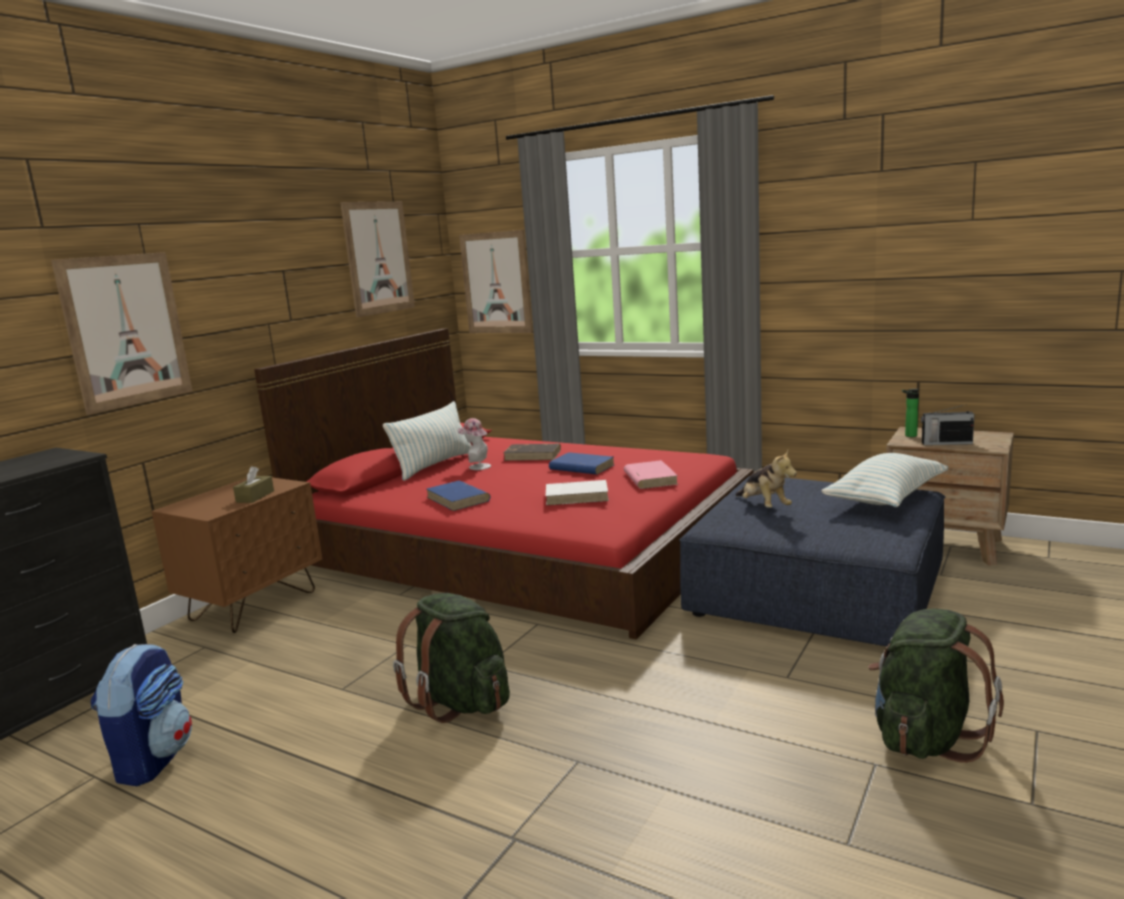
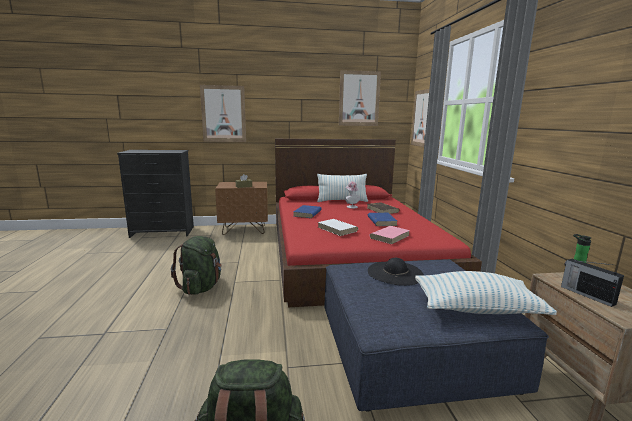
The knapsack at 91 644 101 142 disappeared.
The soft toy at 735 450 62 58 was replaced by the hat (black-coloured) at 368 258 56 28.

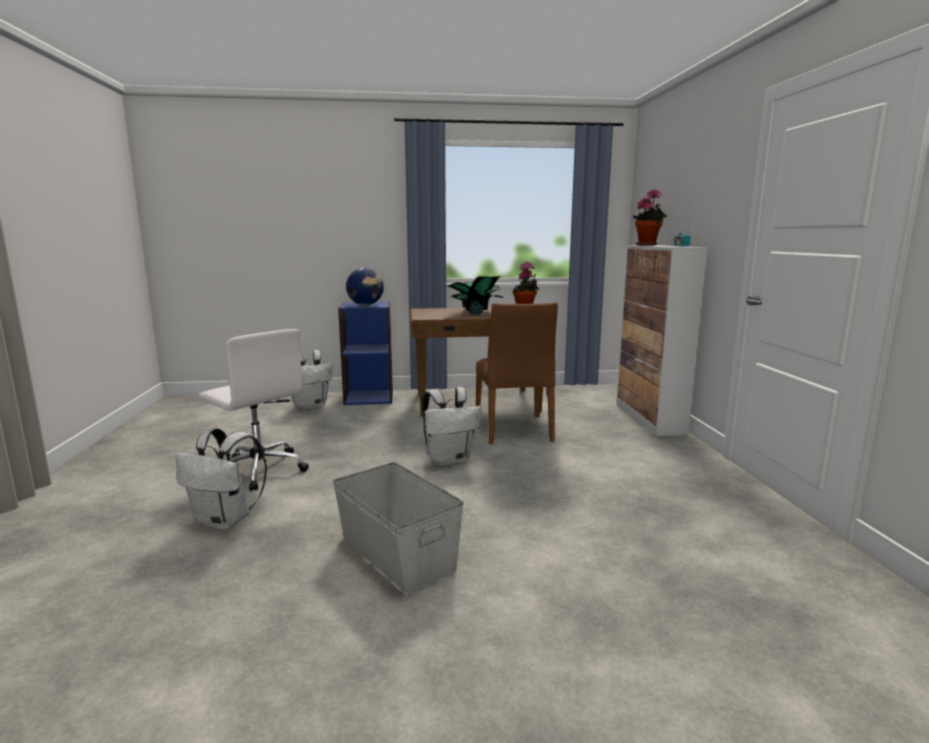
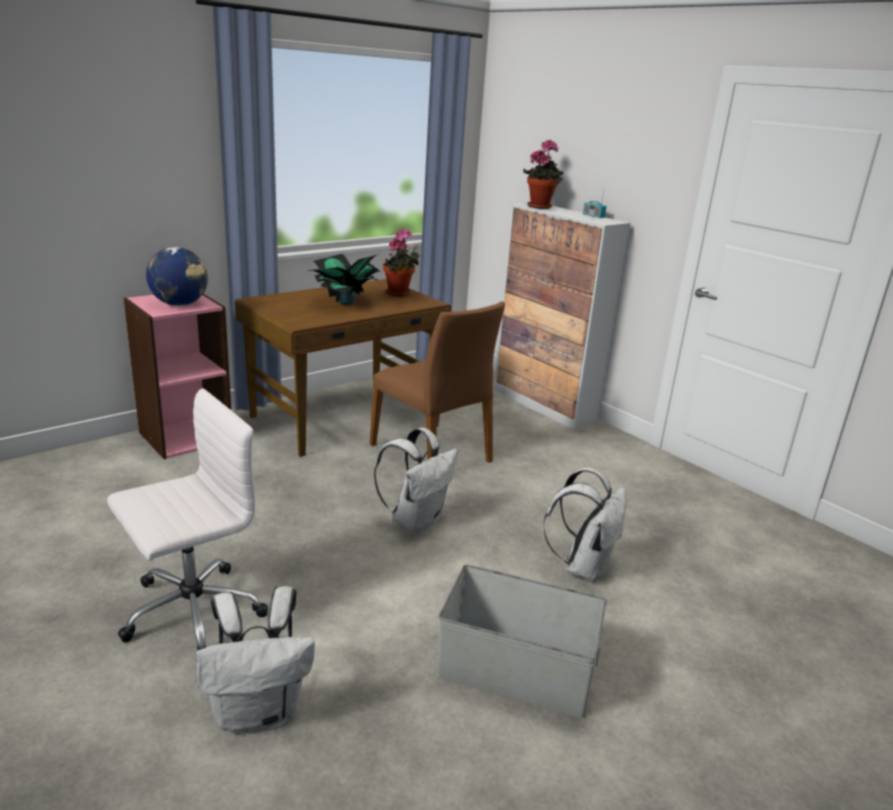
The knapsack (white) moved from 292 350 41 60 to 543 467 83 115.
The bookcase (bluish) at 338 302 55 103 became the bookcase (pink-coloured) at 124 294 107 165.
The desk chair (white) at 198 329 111 162 turned 45 degrees counterclockwise.

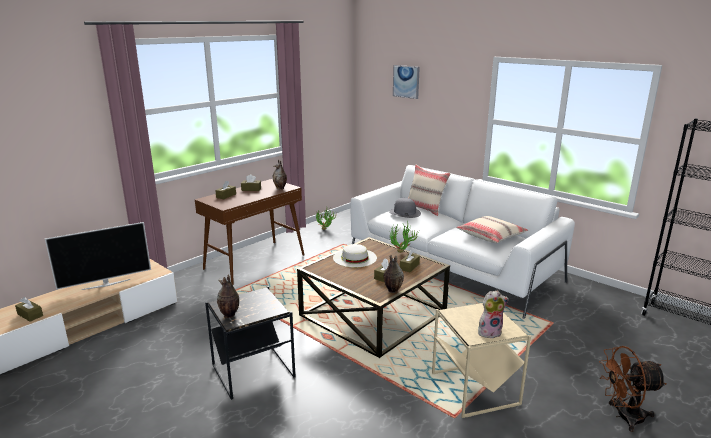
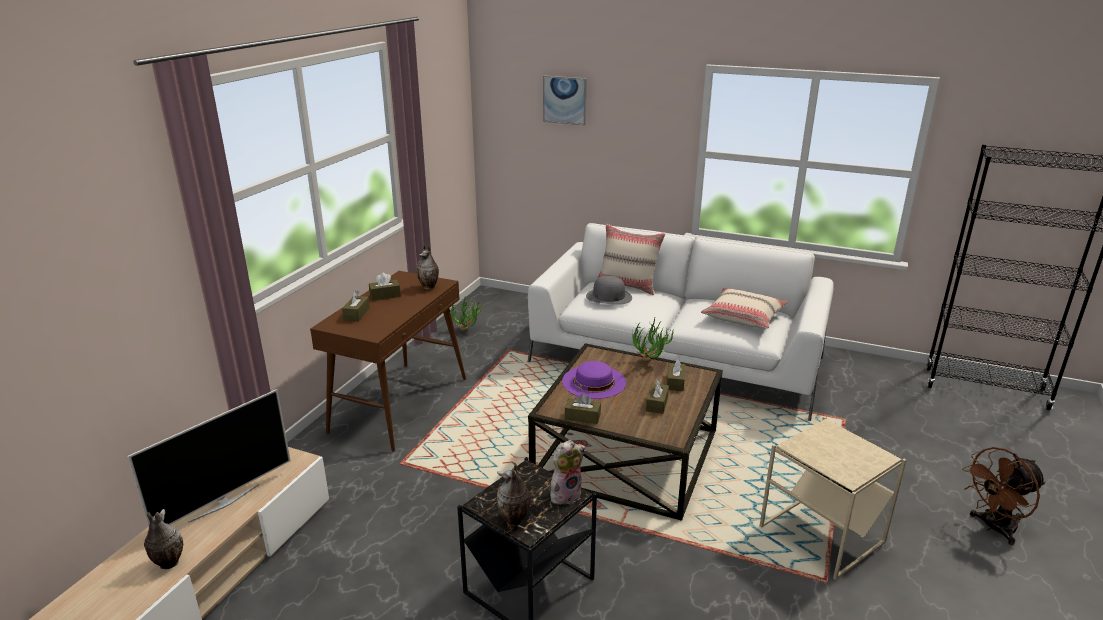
The tissue box (brownish) moved from 15 297 28 25 to 565 394 36 30.
The vase moved from 384 255 20 38 to 144 509 39 60.
The soft toy moved from 478 290 31 49 to 550 440 36 65.
The hat (white) at 333 244 44 24 became the hat (purplish) at 562 361 64 38.

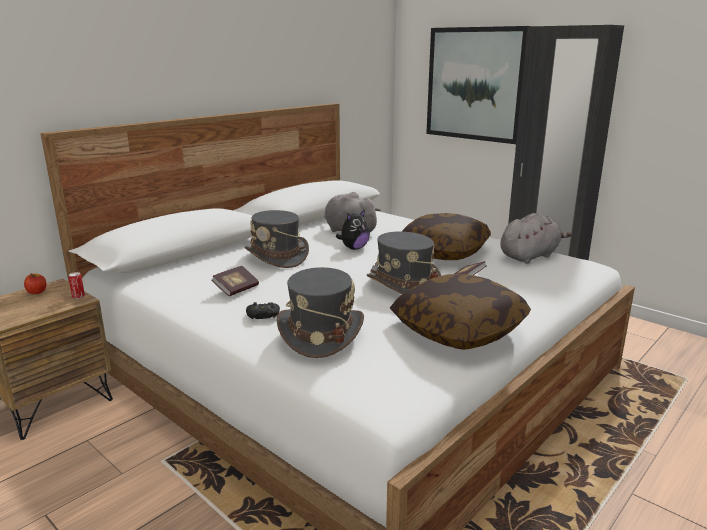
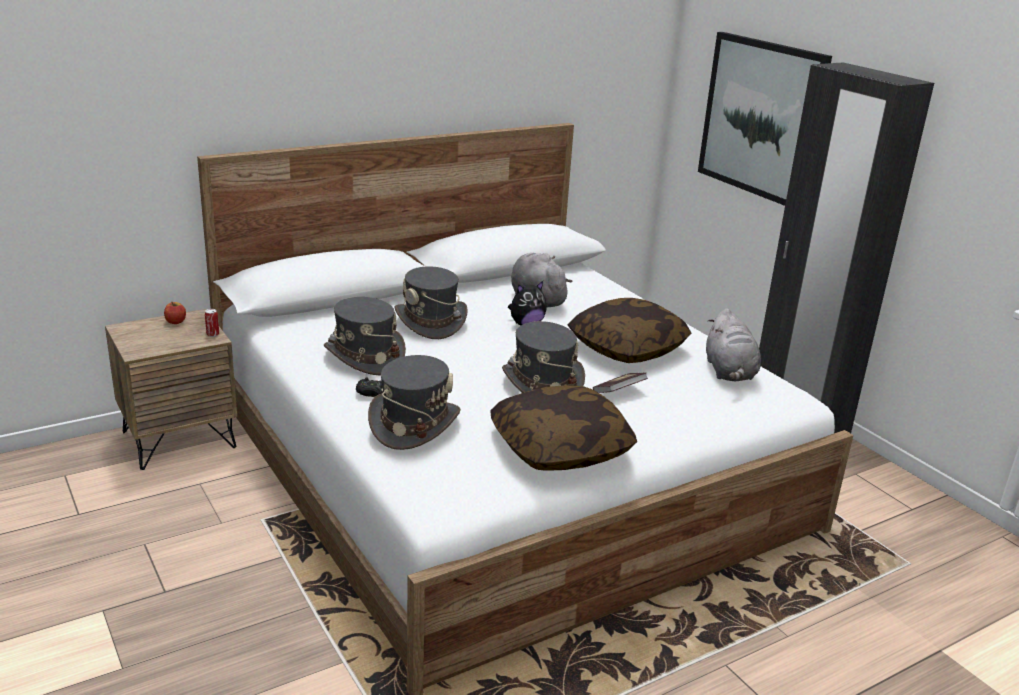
The bound book at 211 266 48 30 was replaced by the hat (gray) at 324 297 82 78.
The soft toy (gray) at 500 213 72 51 turned 105 degrees clockwise.

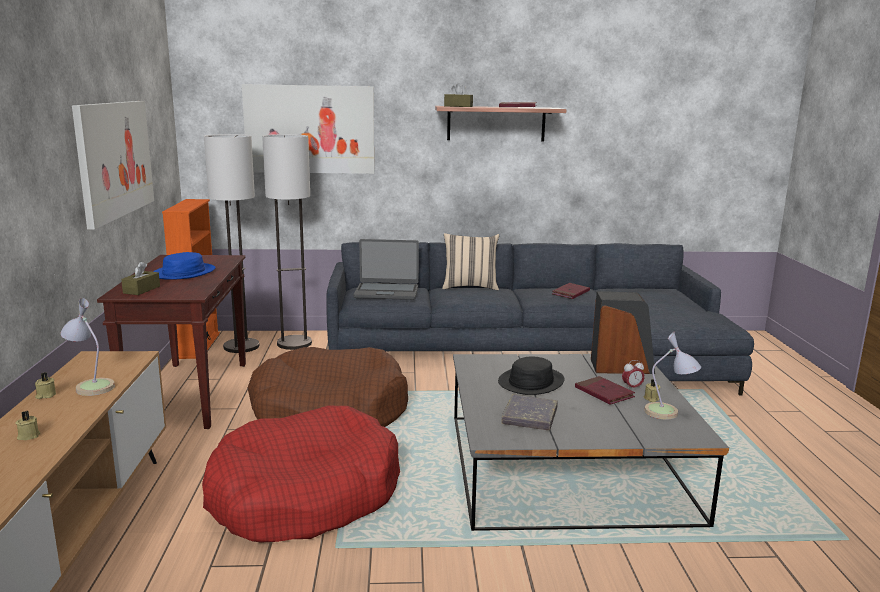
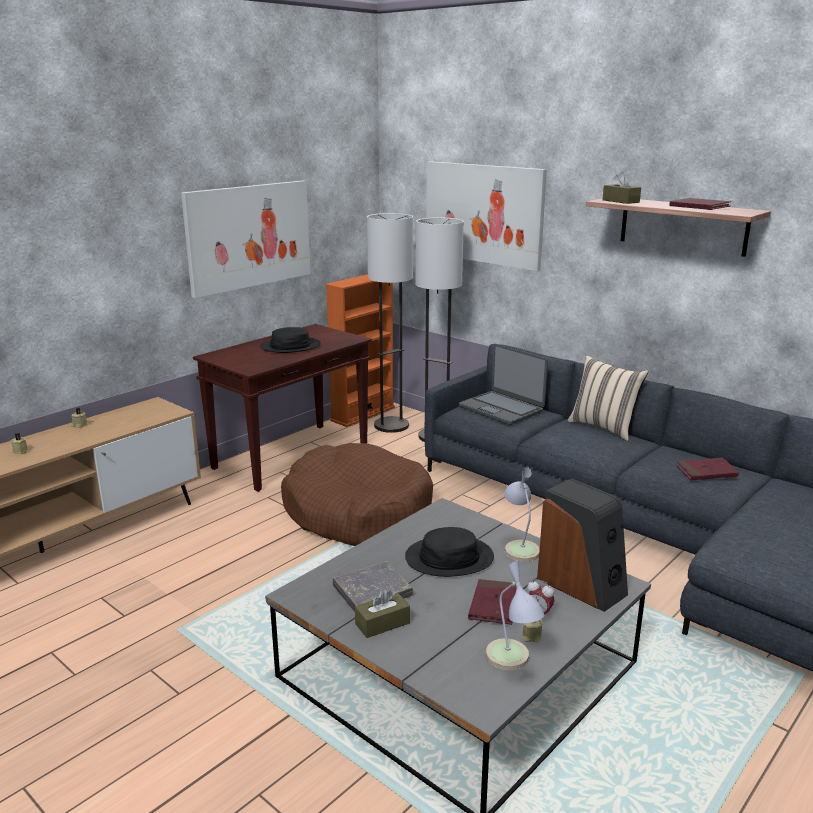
The pet bed (reddish) at 202 406 198 137 disappeared.
The tabletop lamp moved from 60 298 55 98 to 504 467 36 95.
The tissue box (brownish) moved from 121 262 39 33 to 355 589 55 49.
The hat (bluish) at 153 252 62 28 became the hat (black-coloured) at 260 327 61 26.

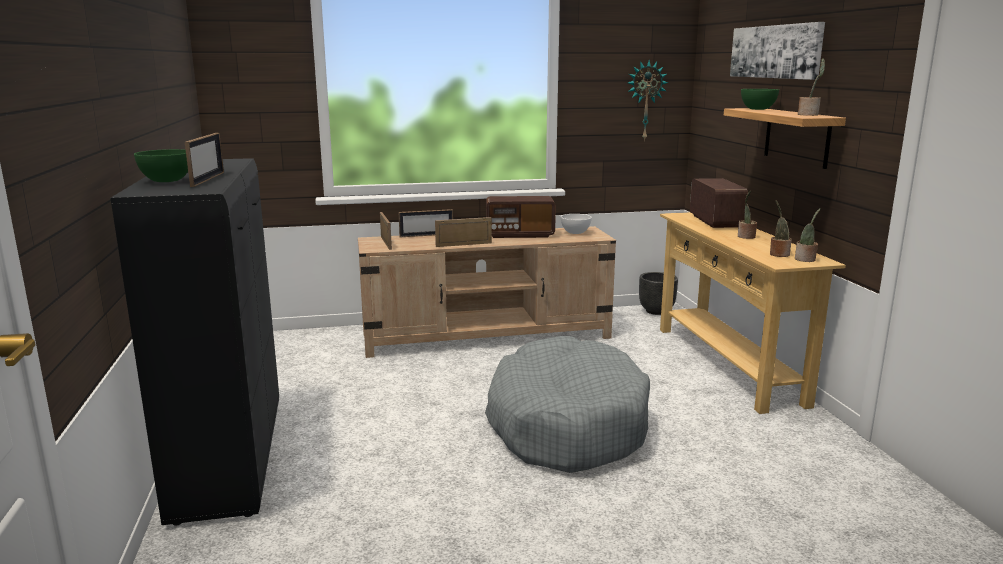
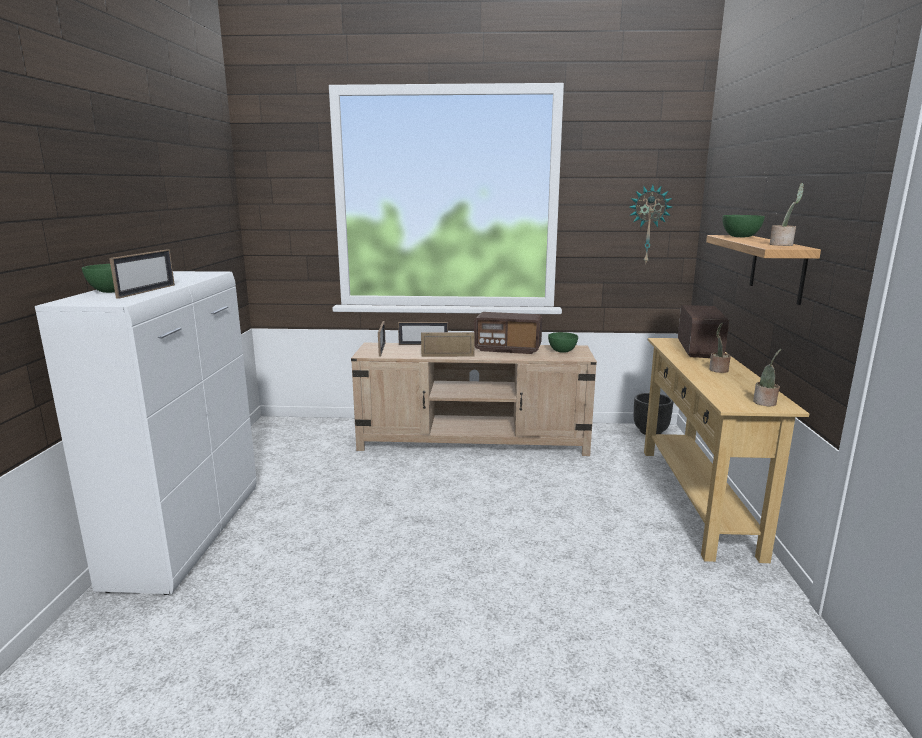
The pet bed (gray) at 485 336 165 137 disappeared.
The wall art at 730 22 95 58 disappeared.
The plant in a pot at 770 201 22 56 disappeared.
The cupboard (black-coloured) at 110 158 169 368 became the cupboard (white) at 35 271 222 324.
The bowl (white) at 561 214 31 20 became the bowl (green) at 548 332 30 21.

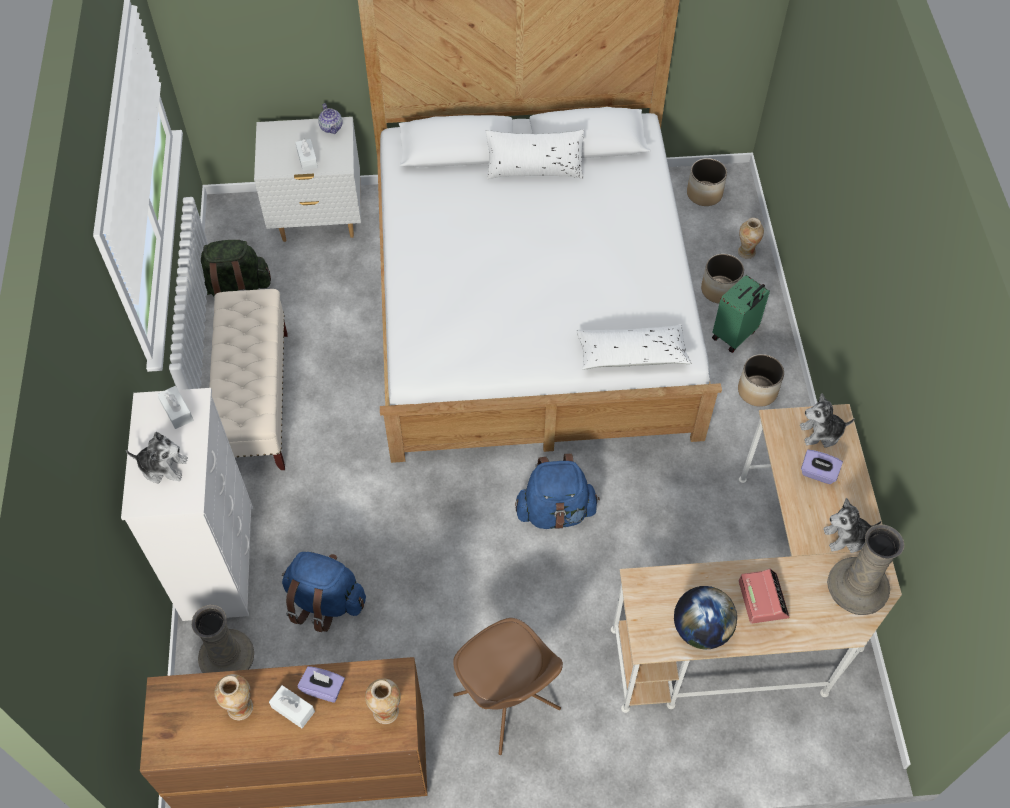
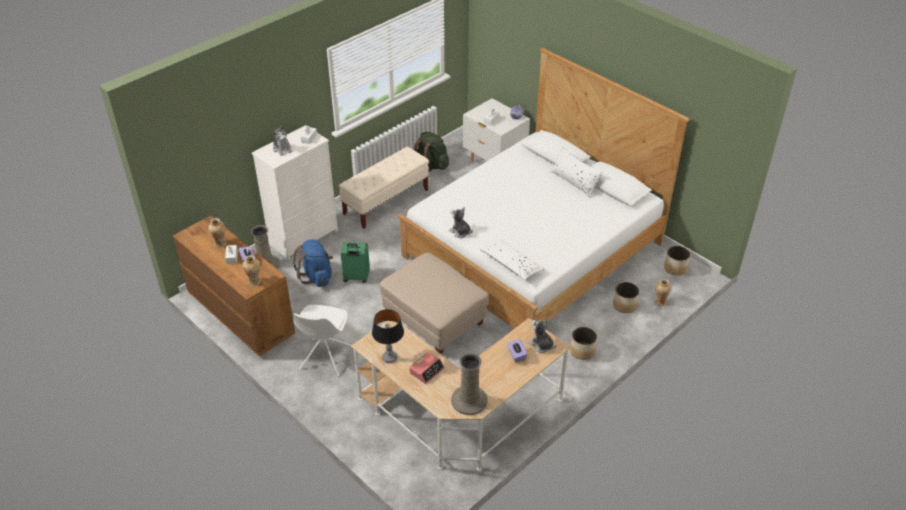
The suitcase (green) moved from 712 275 58 78 to 341 242 29 41.
The soft toy moved from 823 498 58 55 to 449 207 24 31.
The knapsack (bluish) at 515 454 85 75 was replaced by the pouffe (beige) at 380 252 109 102.
The desk globe at 674 586 63 63 was replaced by the tabletop lamp at 372 309 32 54.
The upright chair (brownish) at 453 618 110 137 became the upright chair (white) at 293 305 58 72.

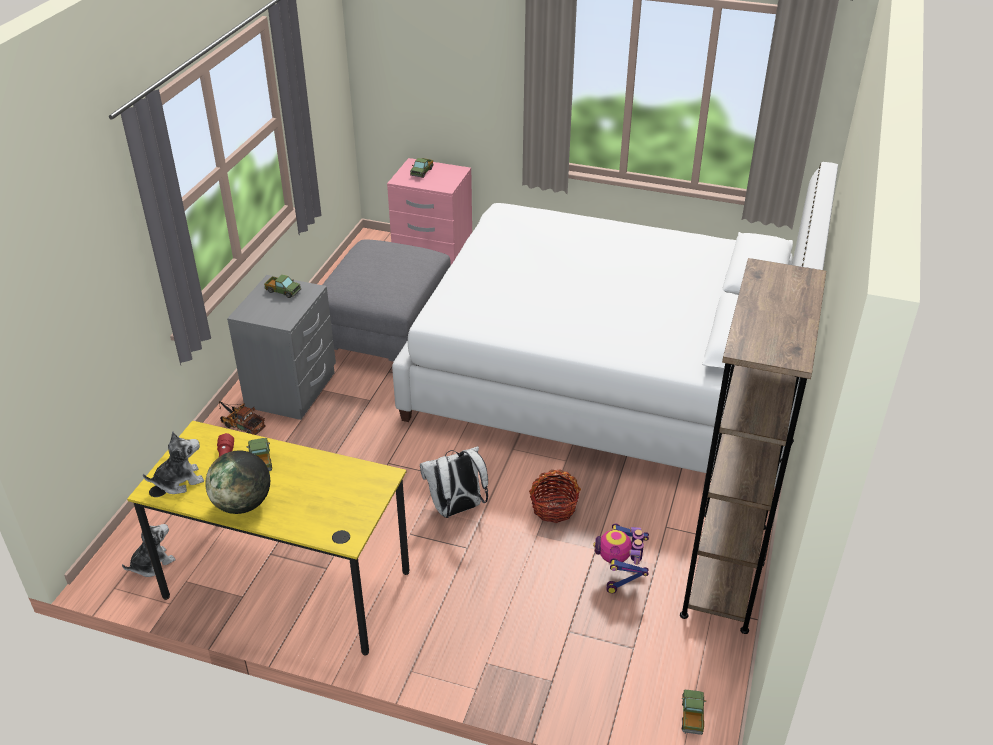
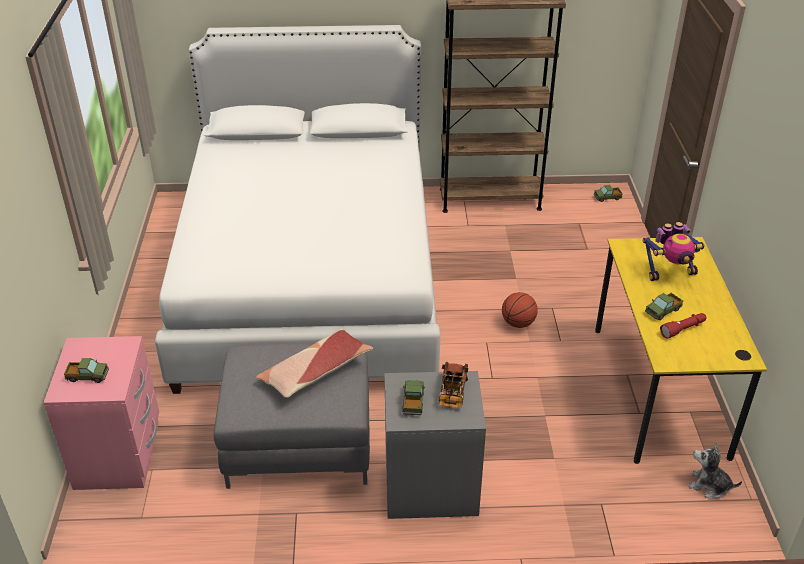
The soft toy at 143 432 61 62 disappeared.
The desk globe at 205 451 65 63 disappeared.
The storage basket at 529 470 52 53 disappeared.
The pillow at 256 329 117 69 appeared.
The toy lorry moved from 219 401 46 34 to 438 362 30 46.
The robot figure moved from 593 524 56 70 to 643 222 62 59.
The knapsack (white) at 420 446 68 72 was replaced by the basketball at 502 292 36 36.

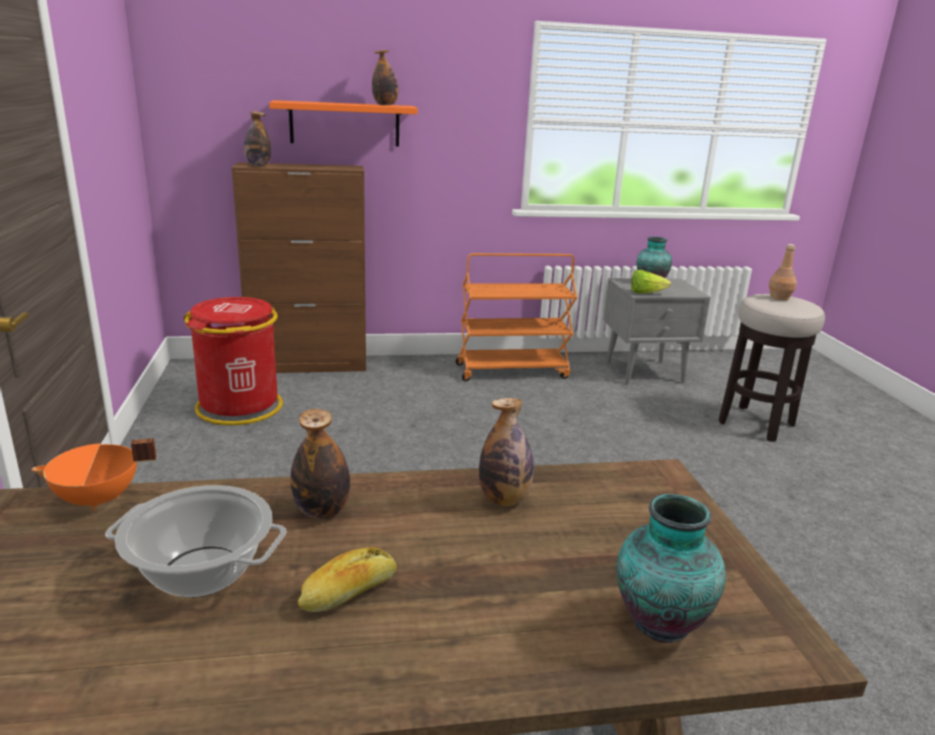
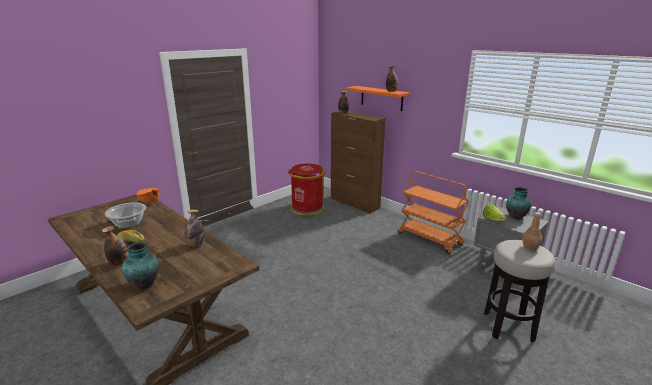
The beverage bottle moved from 290 409 60 110 to 102 226 27 40.

